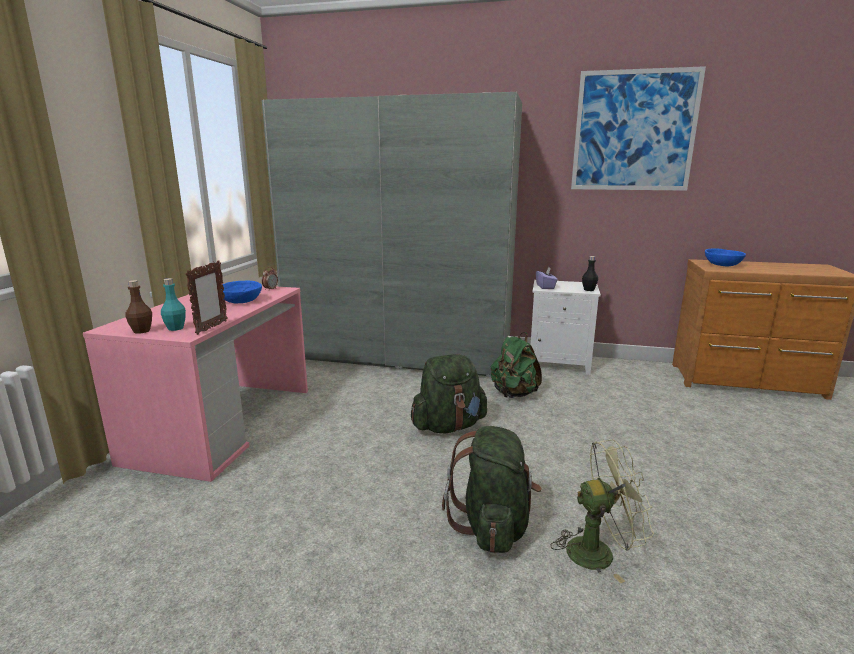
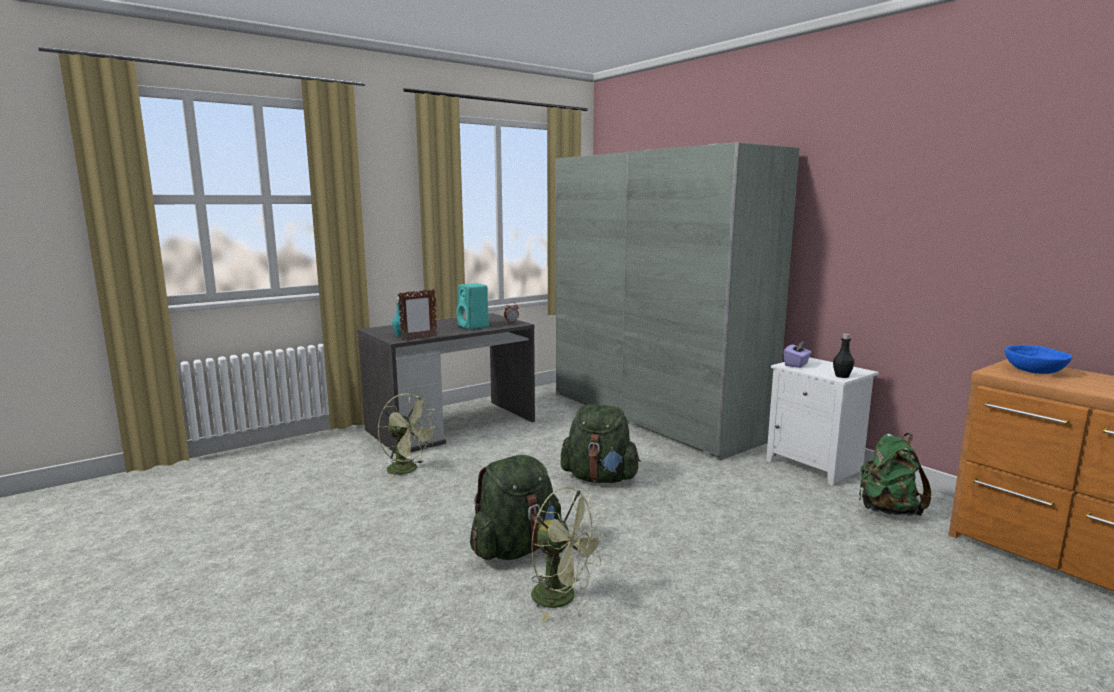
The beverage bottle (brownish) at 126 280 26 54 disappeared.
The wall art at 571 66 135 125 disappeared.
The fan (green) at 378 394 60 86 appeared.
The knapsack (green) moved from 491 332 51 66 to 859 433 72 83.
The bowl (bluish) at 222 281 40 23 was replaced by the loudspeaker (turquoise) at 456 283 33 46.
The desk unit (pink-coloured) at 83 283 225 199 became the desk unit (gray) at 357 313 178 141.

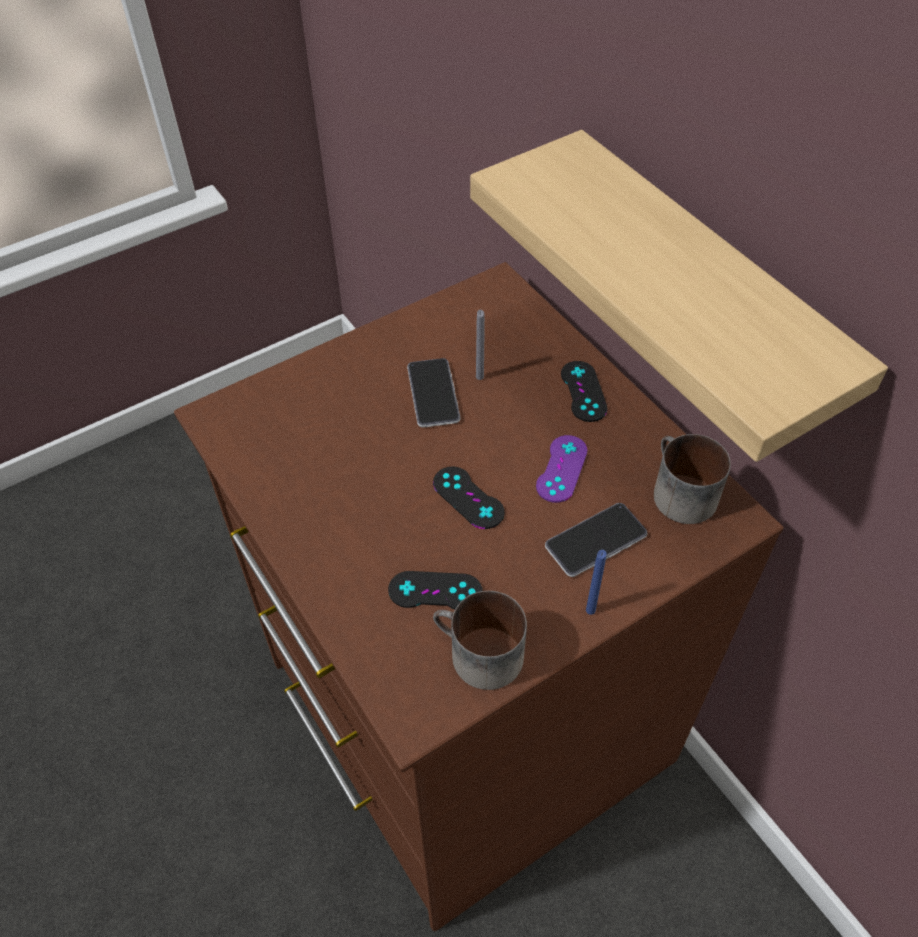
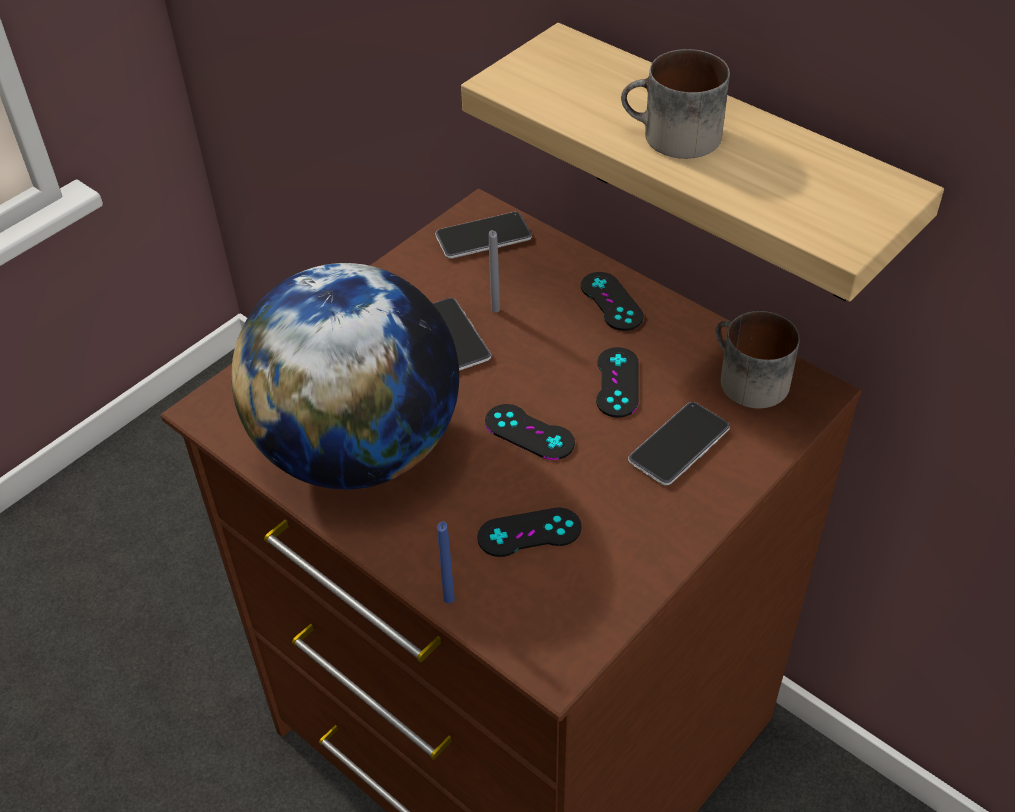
The desk globe at 231 263 228 227 appeared.
The telephone at 435 212 97 47 appeared.
The tea mug moved from 433 591 94 99 to 621 49 109 110.
The wax candle (bluish) moved from 586 550 21 65 to 437 522 18 82.
The game controller (purplish) at 536 435 52 68 became the game controller (black-coloured) at 596 347 43 71.

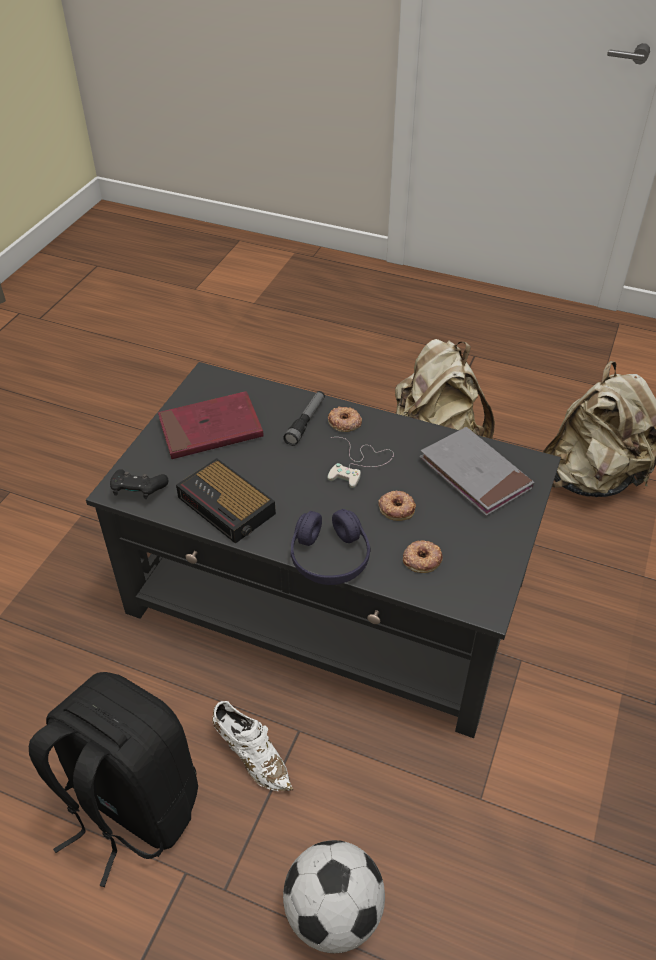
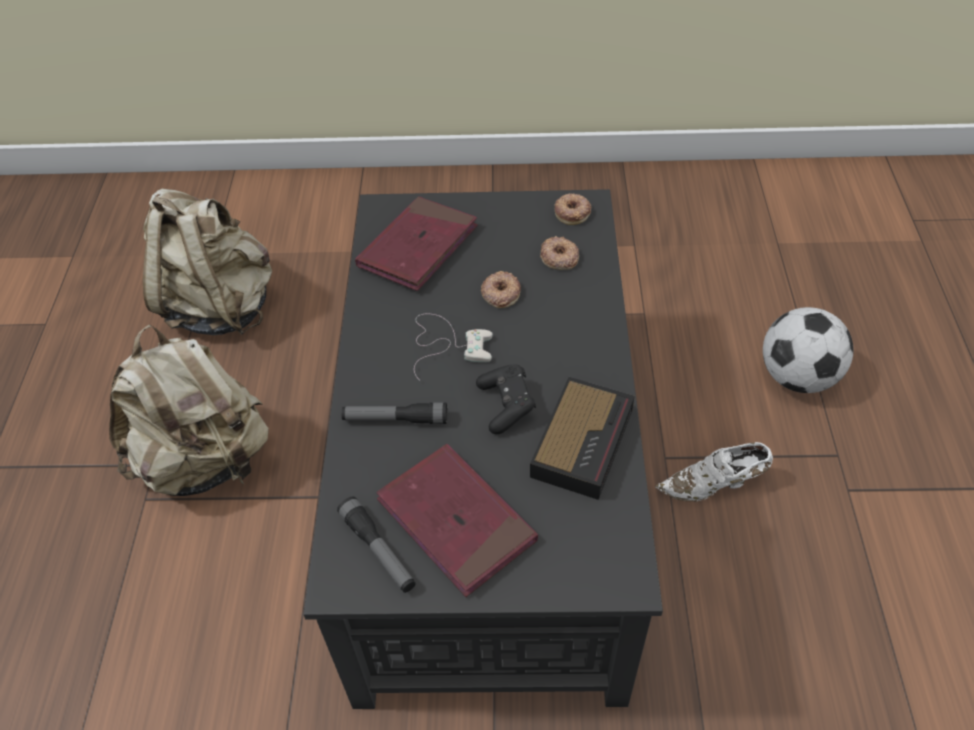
The knapsack (black-coloured) at 29 672 169 215 disappeared.
The headset (purplish) at 291 509 80 76 disappeared.
The torch at 337 497 79 96 appeared.
The game controller (black-coloured) moved from 110 469 58 30 to 476 364 60 70.
The ring doughnut moved from 328 406 34 26 to 555 193 36 32.
The bound book (gray) at 419 427 116 89 became the bound book (reddish) at 355 197 123 94.
The low shoe (white) at 212 701 81 90 turned 120 degrees counterclockwise.

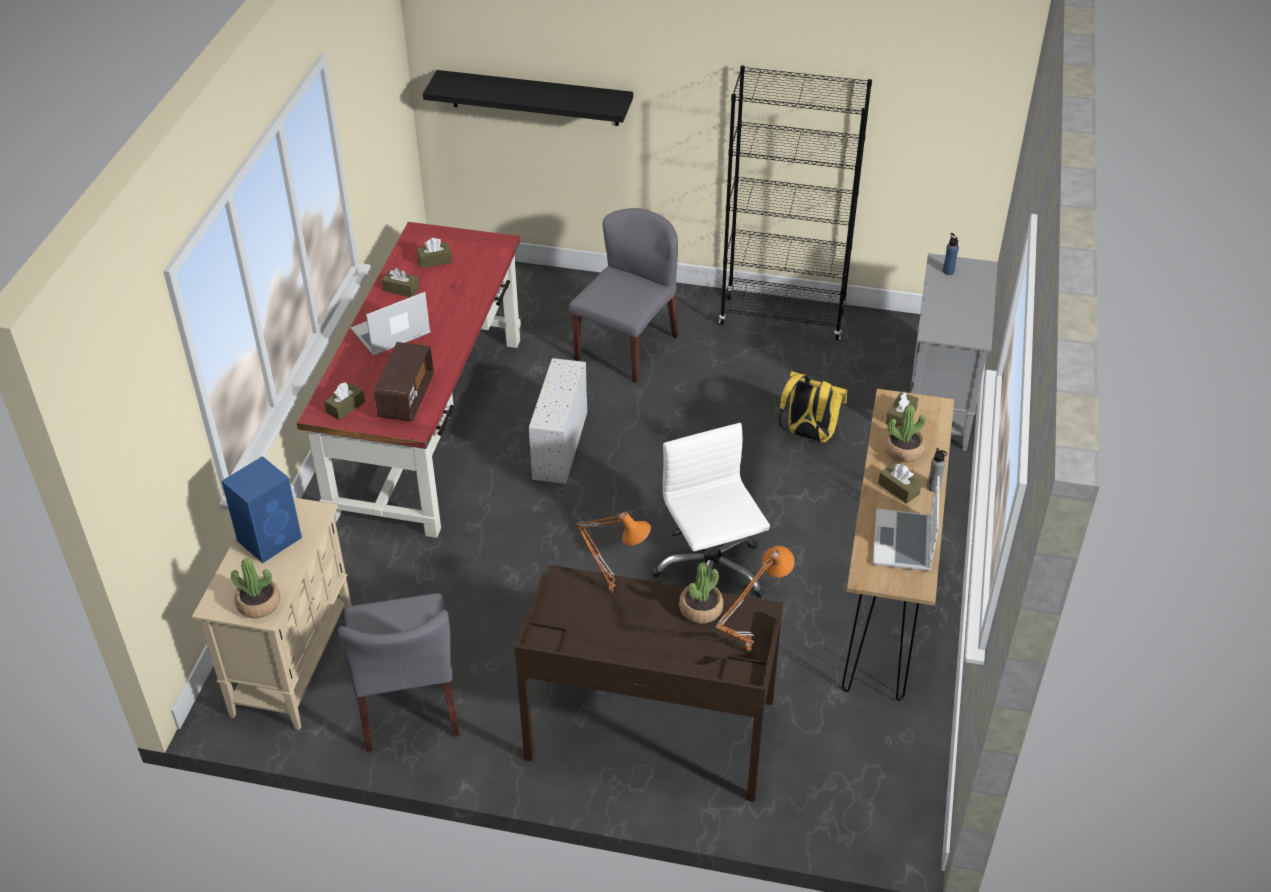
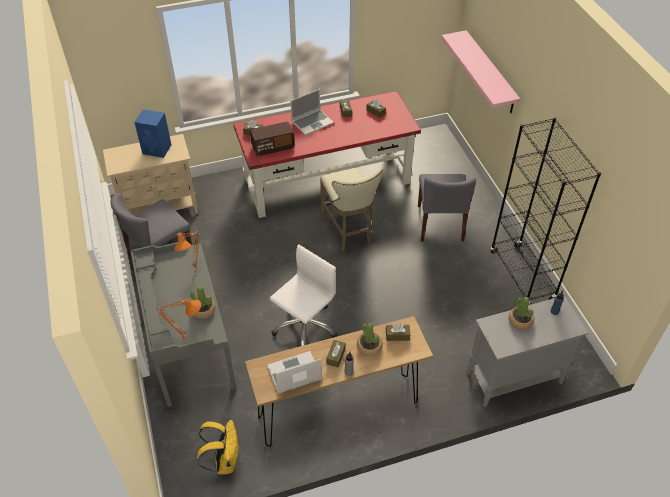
The plant in a pot moved from 231 558 49 60 to 509 297 25 33.
The knapsack (yellow) moved from 779 371 68 72 to 196 420 43 54.
The storage container (white) at 529 358 58 126 was replaced by the stool seat (beige) at 320 167 62 84.
The bracket shelf (black-coloured) at 423 70 210 56 became the bracket shelf (pink-coloured) at 441 30 79 83.
The desk unit (brownish) at 515 565 268 237 became the desk unit (gray) at 131 241 106 166.
The notebook computer at 351 292 79 63 turned 120 degrees clockwise.
The upright chair (gray) at 569 208 109 175 turned 90 degrees clockwise.

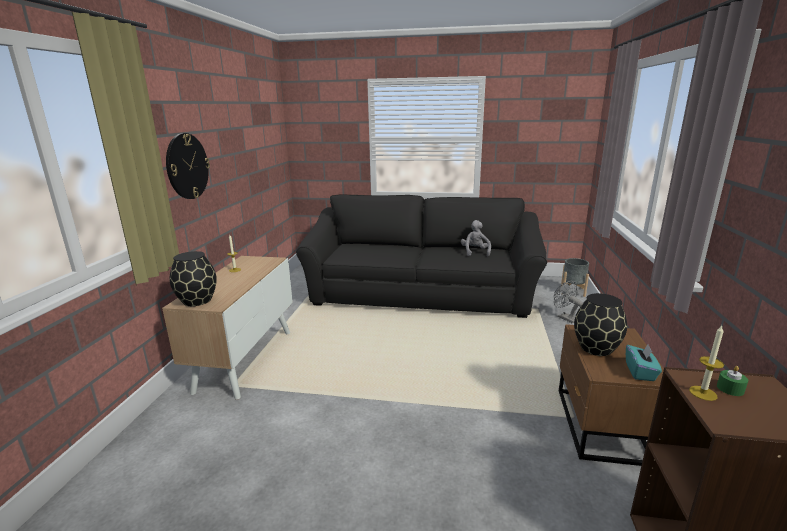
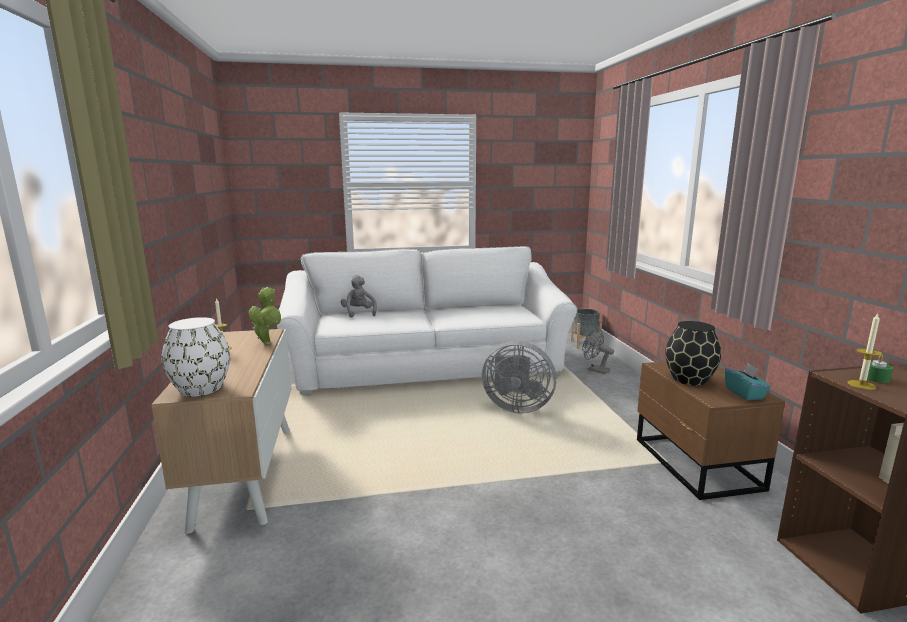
The hanging clock at 166 133 44 66 disappeared.
The plant in a pot at 249 287 32 57 appeared.
The fan (gray) at 482 341 75 73 appeared.
The soft toy (gray) moved from 461 220 30 37 to 341 275 36 43.
The vase (black-coloured) at 170 251 47 55 became the vase (white) at 161 317 69 80.
The sofa (black-coloured) at 296 194 251 124 became the sofa (white) at 277 246 300 149.

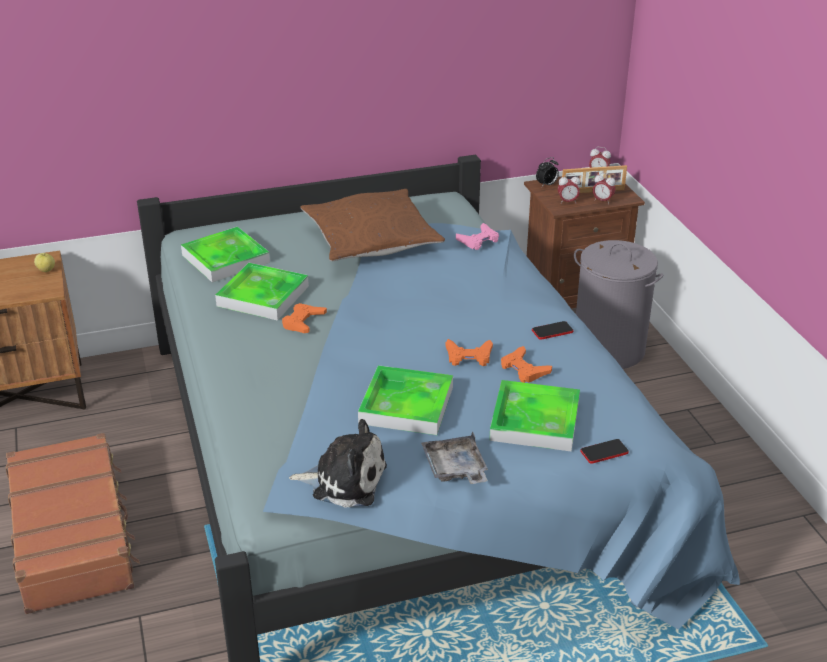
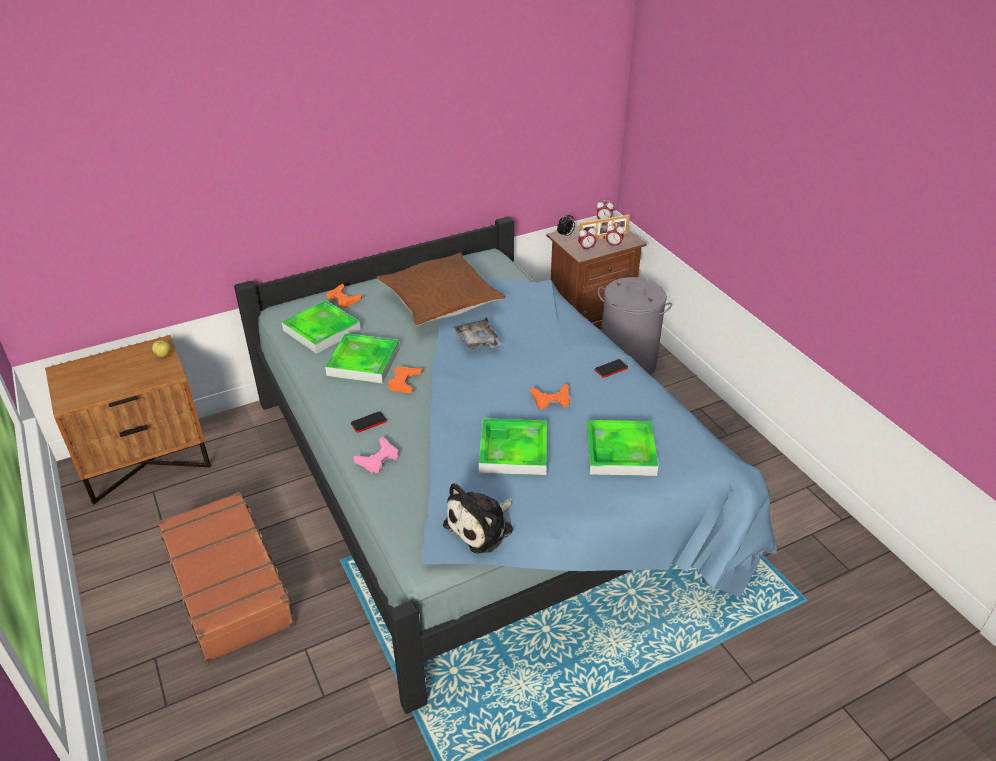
The serving tray (gray) moved from 421 432 67 52 to 453 317 49 32.
The game controller (pink-coloured) moved from 456 223 43 27 to 353 437 46 36.
The game controller (orange) moved from 501 346 51 37 to 327 284 35 24.
The telephone moved from 580 439 49 25 to 351 411 36 22.
The soft toy at 289 419 98 88 turned 135 degrees clockwise.

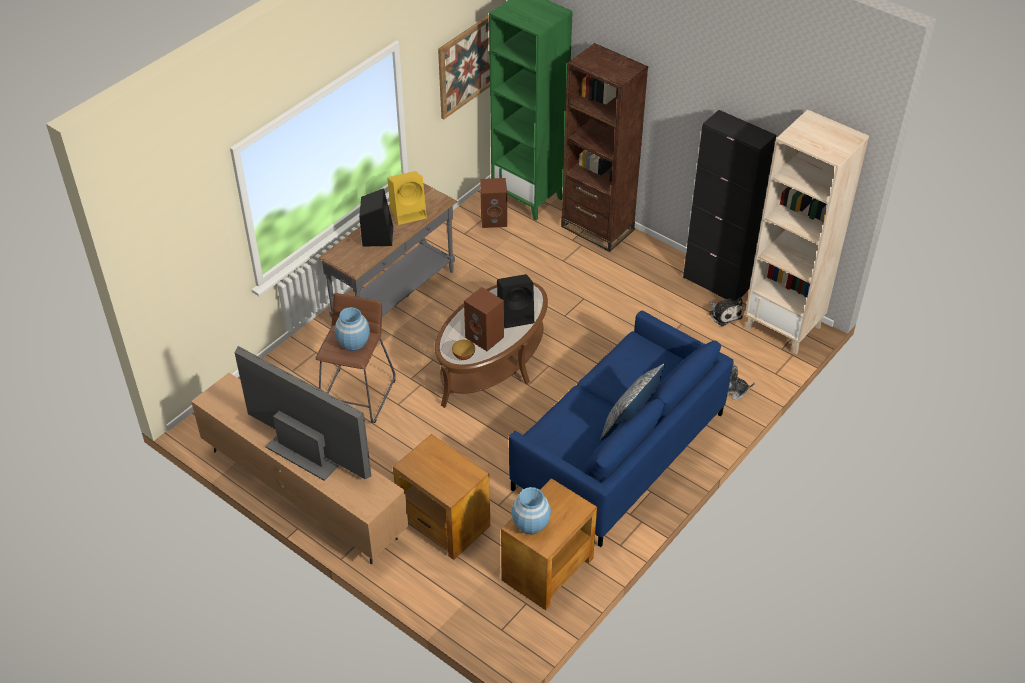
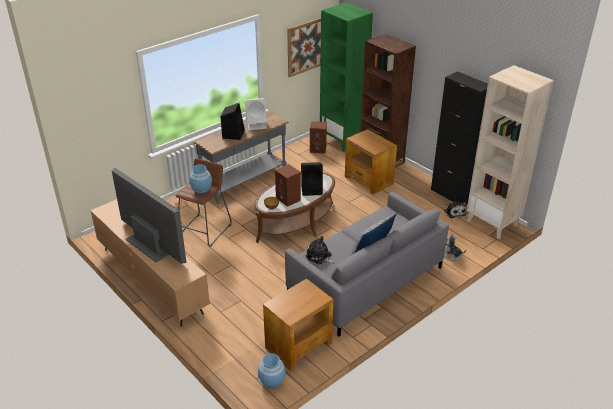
The soft toy at 305 236 30 28 appeared.
The accent table (brownish) moved from 393 434 97 126 to 345 129 52 66.
The vase (bluish) moved from 511 487 40 48 to 258 354 28 34.
The loudspeaker (yellow) at 387 171 40 54 became the loudspeaker (white) at 245 98 22 32.
The sofa (bluish) at 509 311 224 236 became the sofa (gray) at 285 192 164 144.

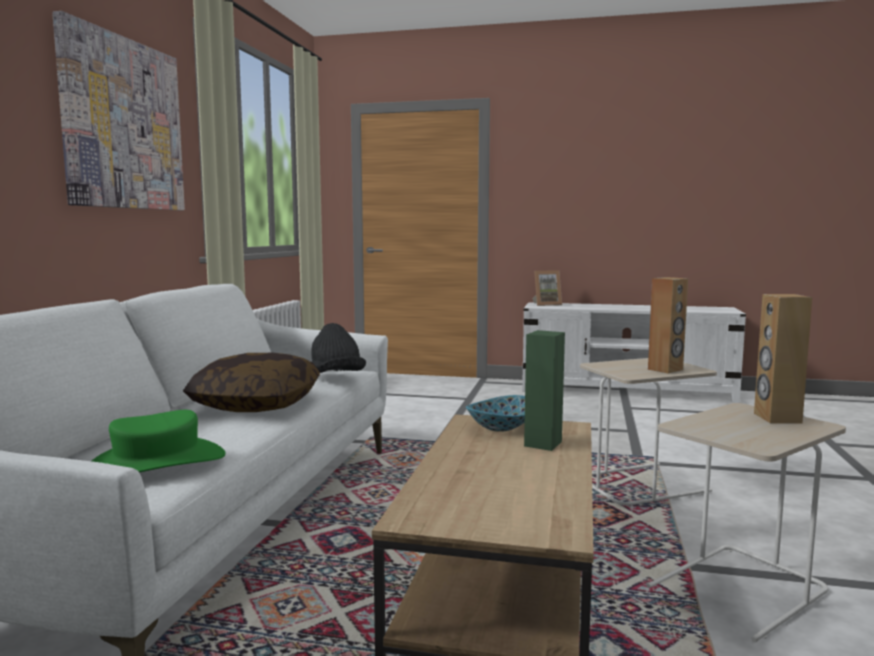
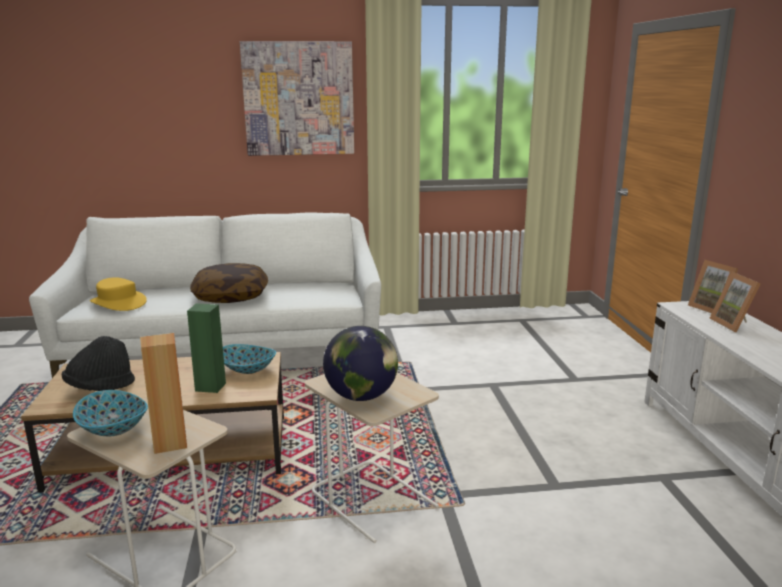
The bowl at 73 390 75 46 appeared.
The standing frame at 709 272 52 60 appeared.
The hat (black-coloured) moved from 311 323 55 50 to 62 336 73 55.
The loudspeaker (brownish) at 648 277 40 96 was replaced by the desk globe at 323 326 75 75.
The hat (green) at 92 410 133 63 became the hat (yellow) at 90 277 57 34.

